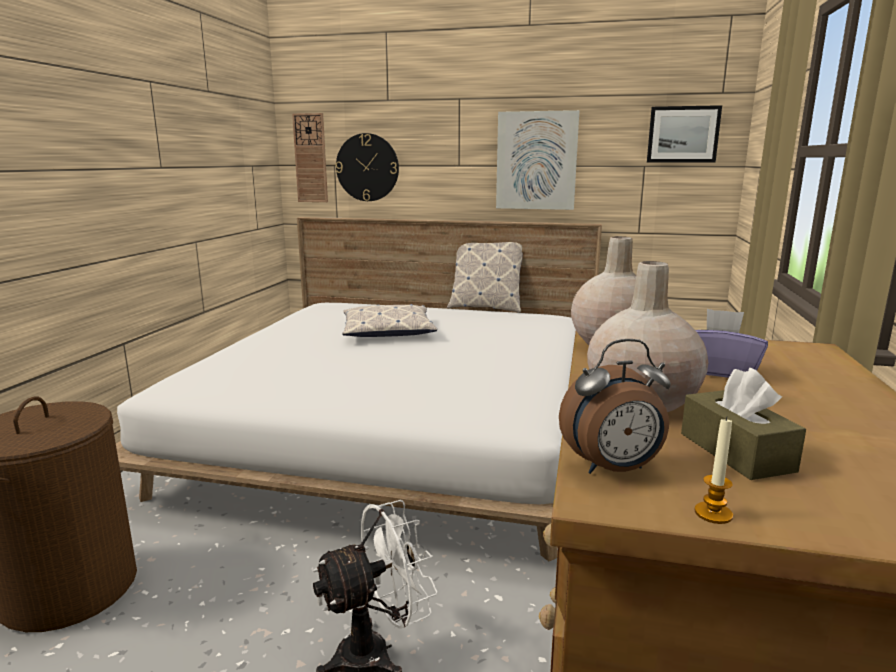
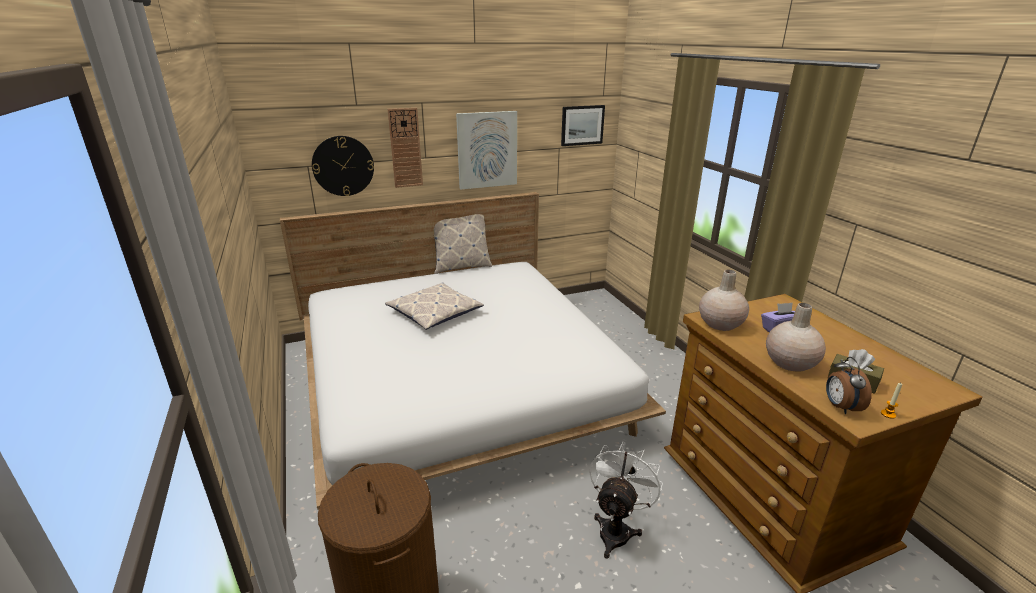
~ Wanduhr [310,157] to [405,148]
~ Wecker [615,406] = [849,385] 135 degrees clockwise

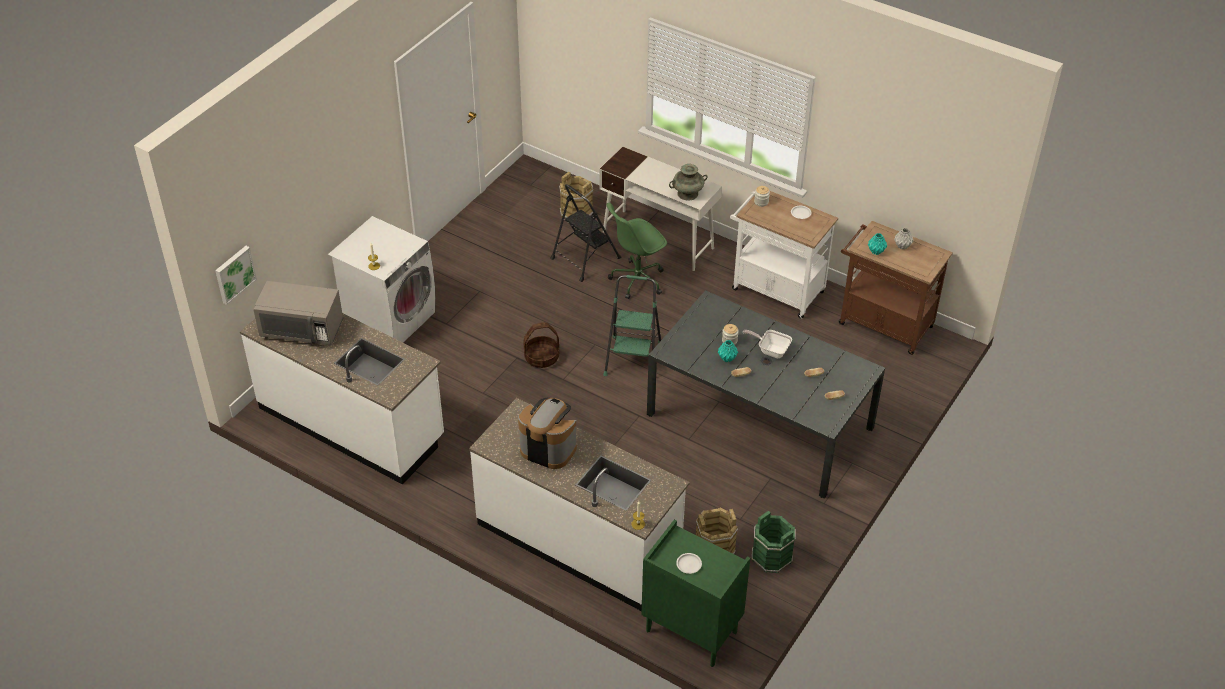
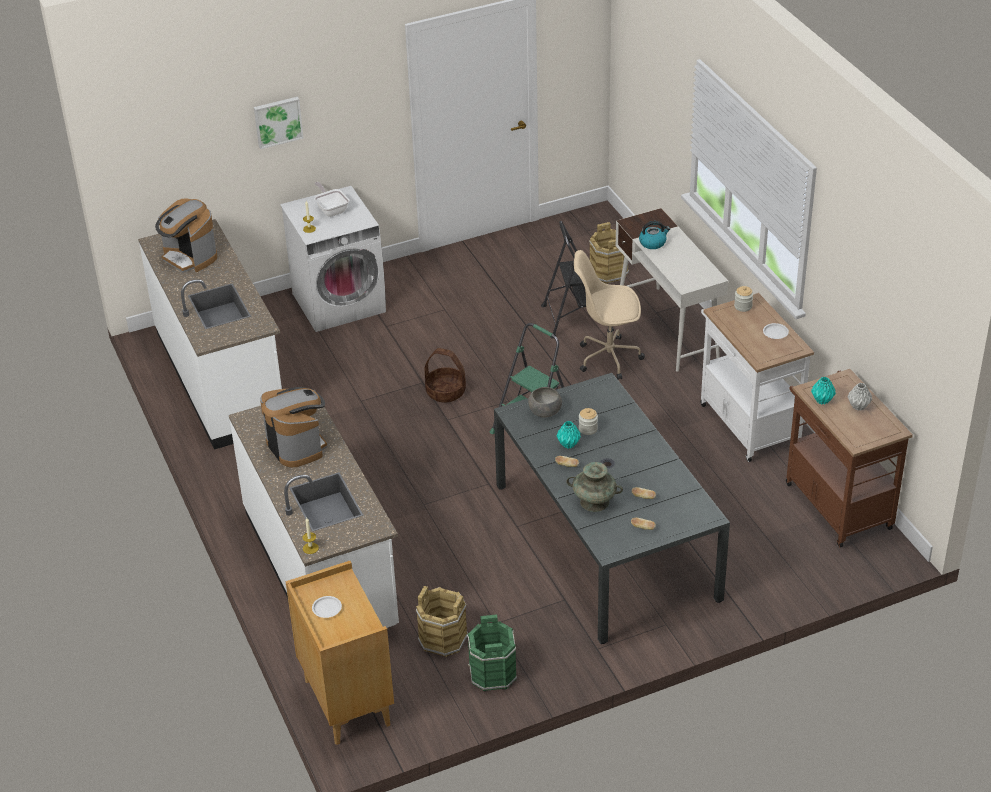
~ Bild [236,275] to [279,123]
~ Mikrowelle (grau) [298,313] to Kaffeemaschine [186,235]
~ Bürostuhl (grün) [637,250] to Bürostuhl (beige) [609,315]
~ Schrank (grün) [695,593] to Schrank (braun) [339,653]
~ Vase (türkis) [688,182] to [594,487]
~ Pfanne [767,344] to [331,199]
+ Schüssel (grau) [545,402]
+ Wasserkessel [654,235]

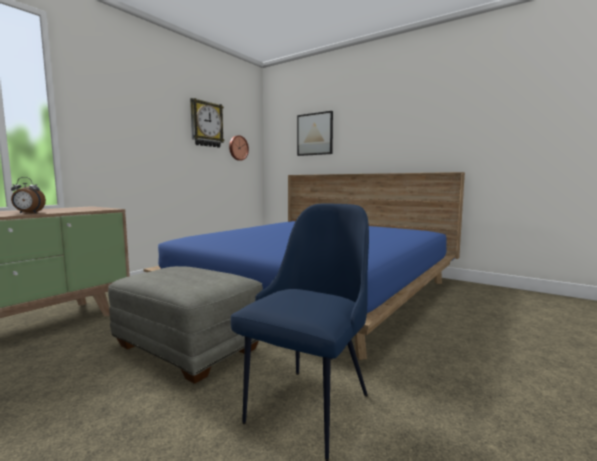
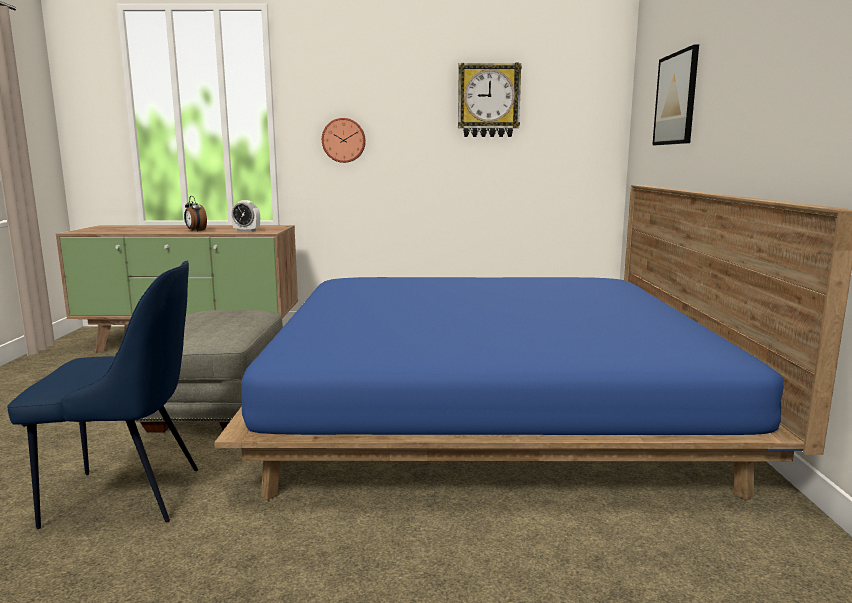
~ Wanduhr [239,148] to [344,140]
+ Wecker [245,216]

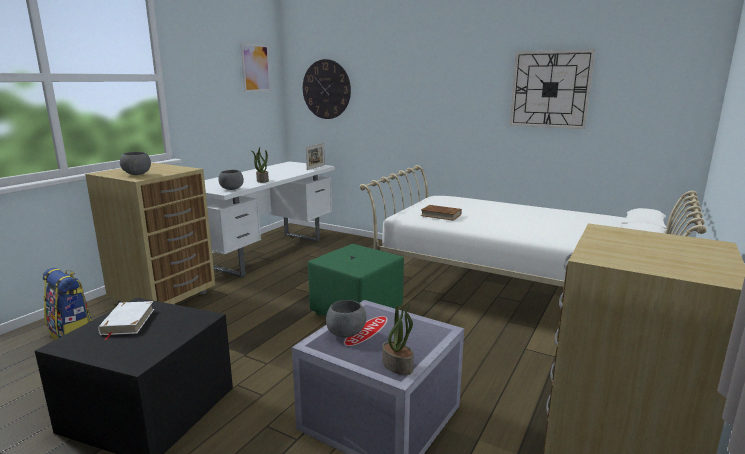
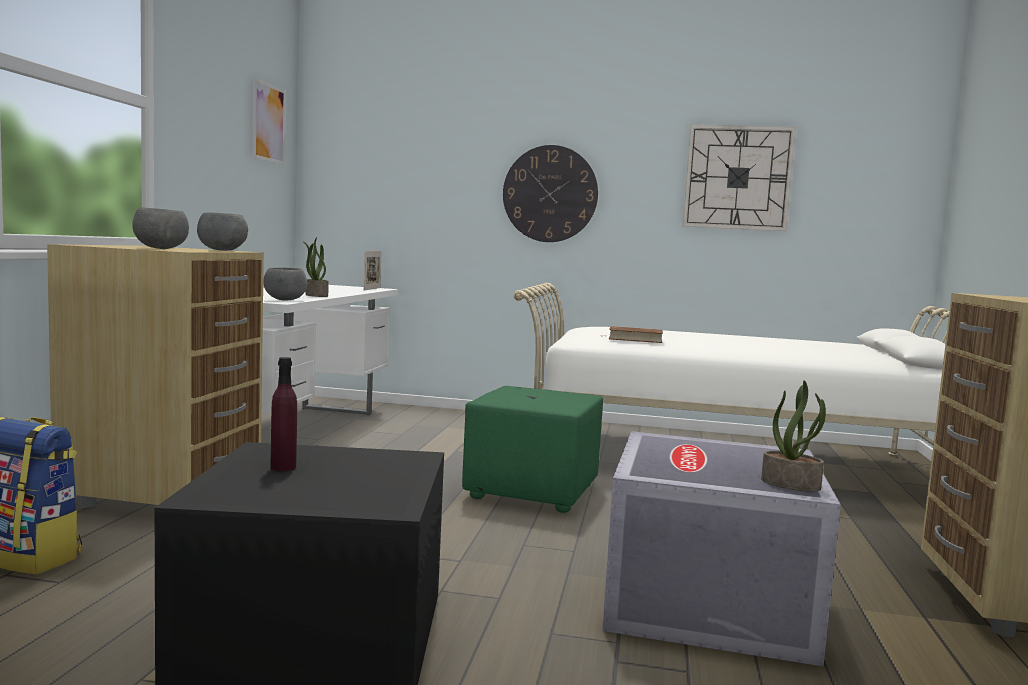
~ Buch (weiß) [126,320] to Flasche (lila) [283,414]
~ Wanduhr [327,89] to [550,193]
~ Schüssel (grau) [346,319] to [222,231]

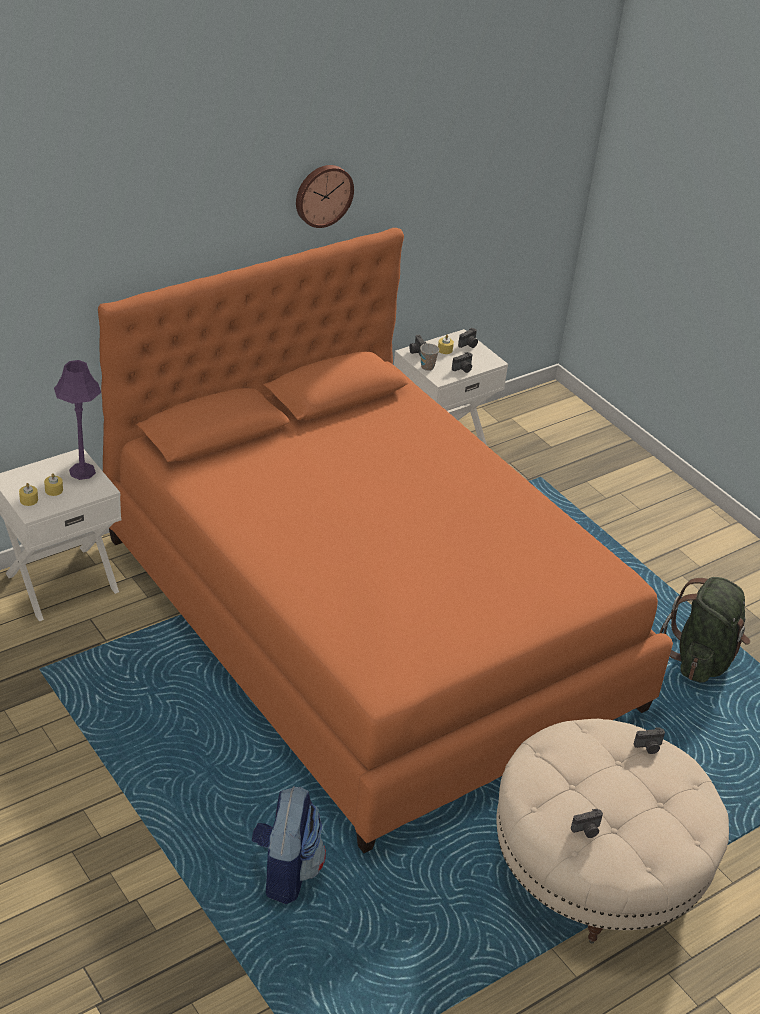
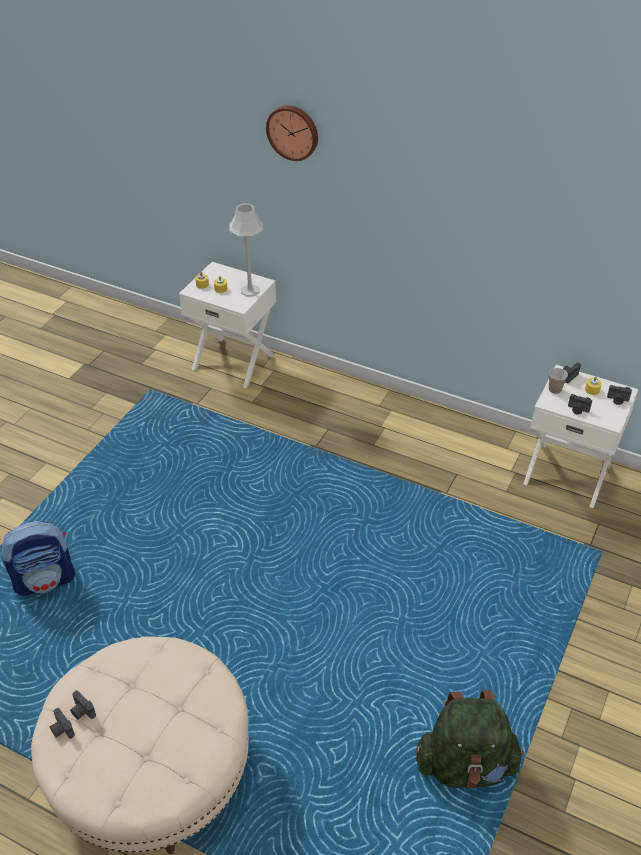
~ Tischlampe (lila) [77,420] to Tischlampe (grau) [246,250]
- Bett (orange) [385,540]
~ Wanduhr [325,196] to [292,133]
~ Kamera [649,740] to [62,723]

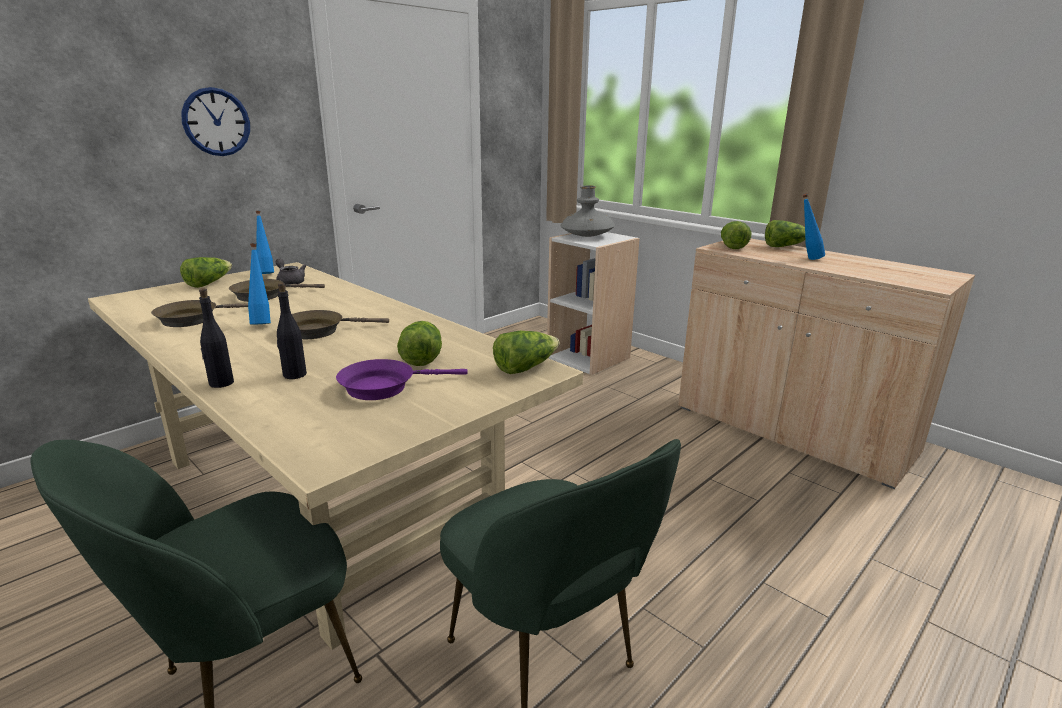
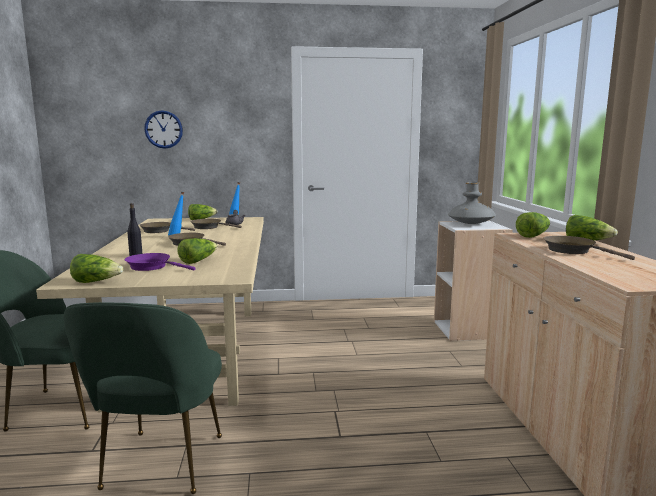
~ Wanduhr [215,121] to [163,129]
- Flasche (schwarz) [216,338]
~ Salatkopf [526,352] to [96,268]
~ Flasche (blau) [813,226] to Pfanne (braun) [589,248]

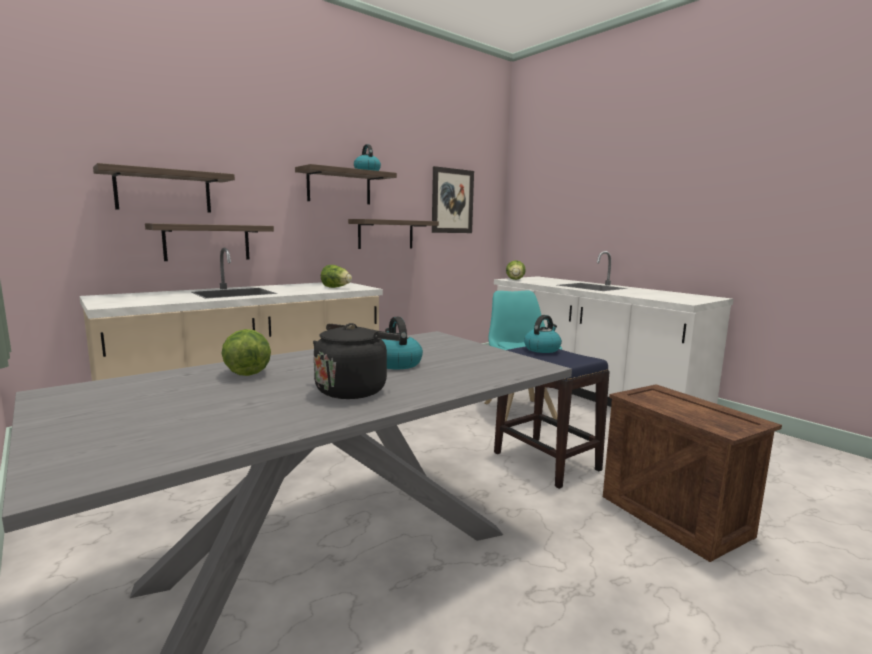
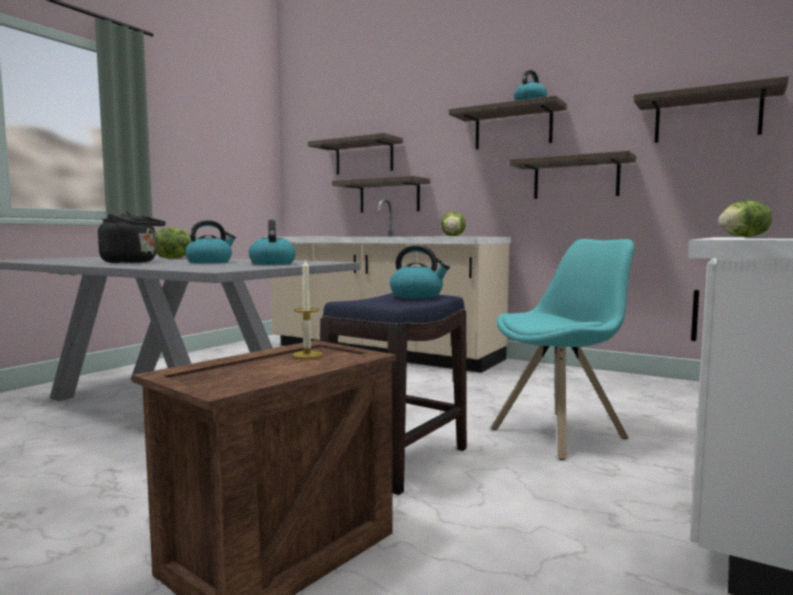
~ Bild [453,199] to Wandregal [711,109]
+ Wasserkessel [272,242]
+ Kerze [307,308]

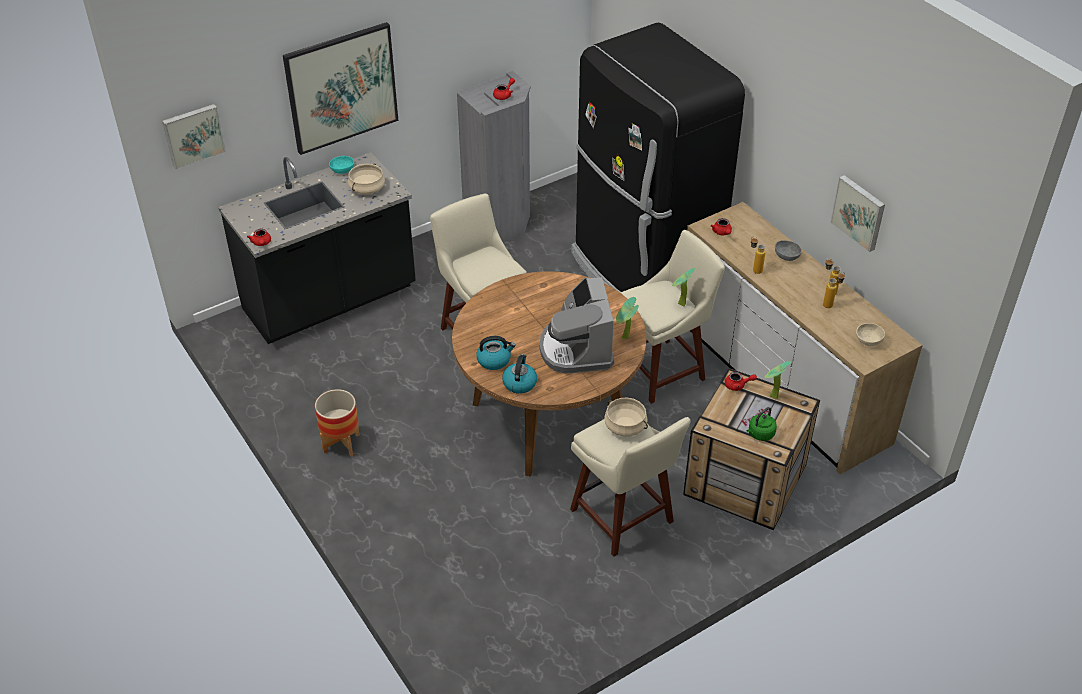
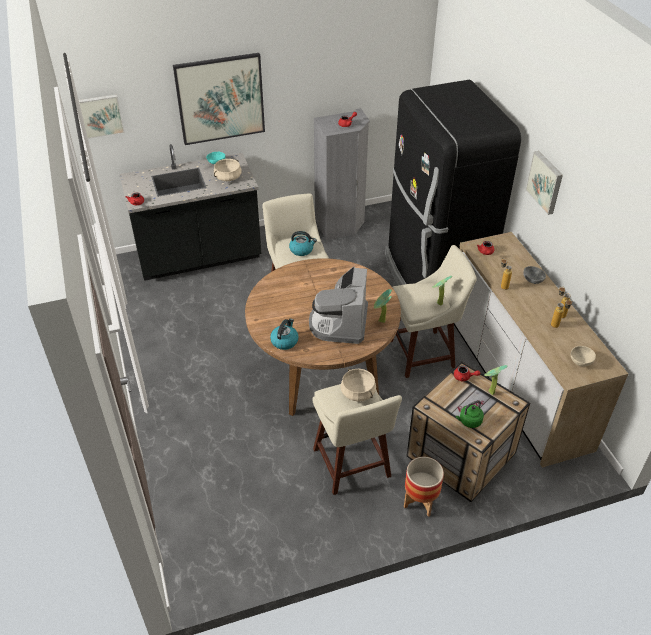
~ Pflanzkübel [337,422] to [424,487]
~ Wasserkessel [496,353] to [303,243]
~ Bild [857,213] to [544,183]

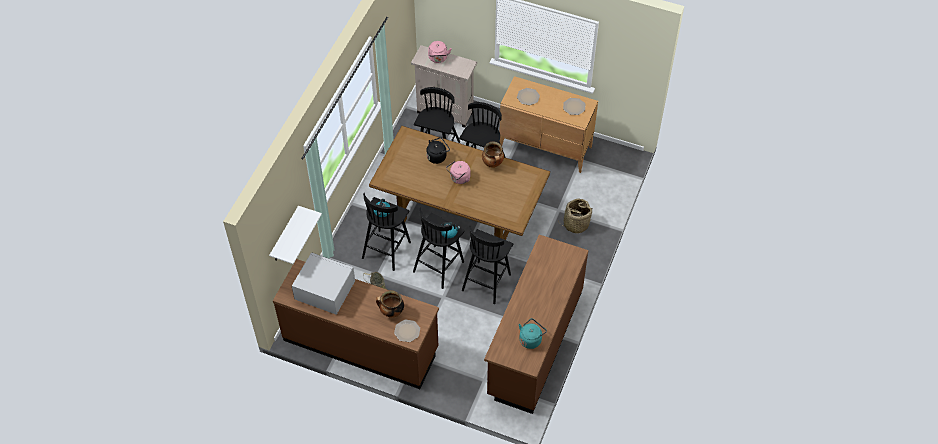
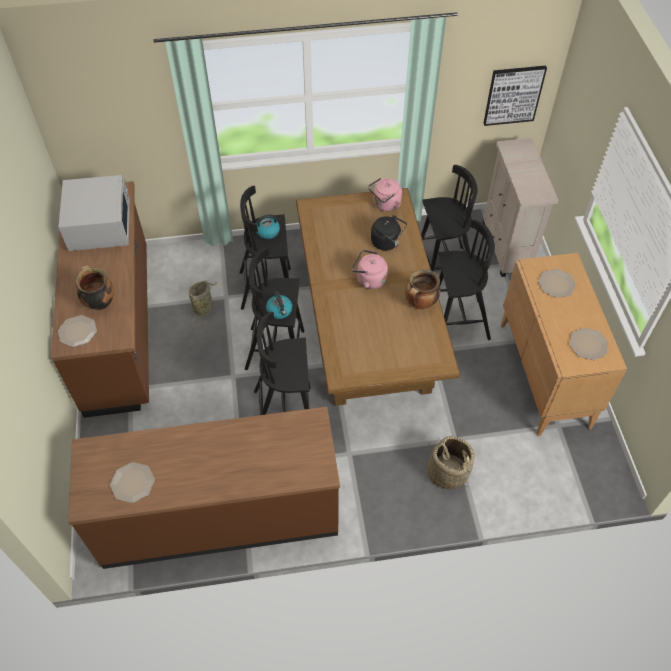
- Wandregal (weiß) [295,235]
~ Wasserkessel (rosa) [440,52] to [385,194]
~ Wasserkessel (türkis) [533,333] to Teller [132,482]
+ Bild [515,96]

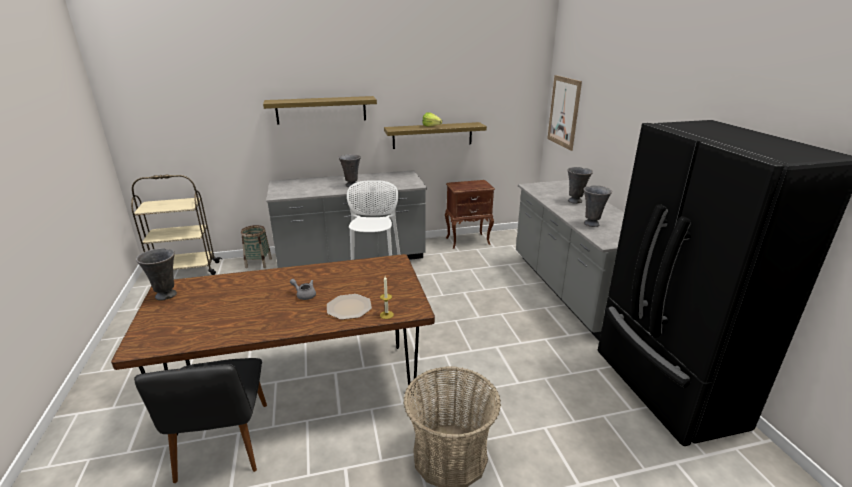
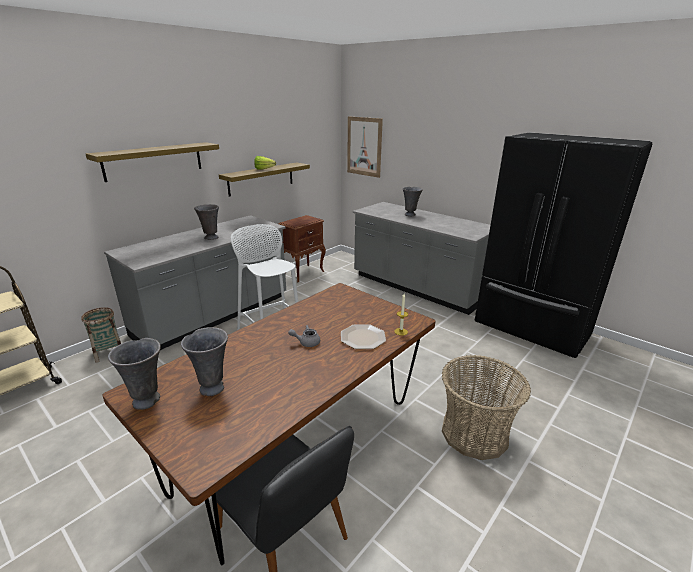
~ Vase (grau) [597,206] to [204,361]

